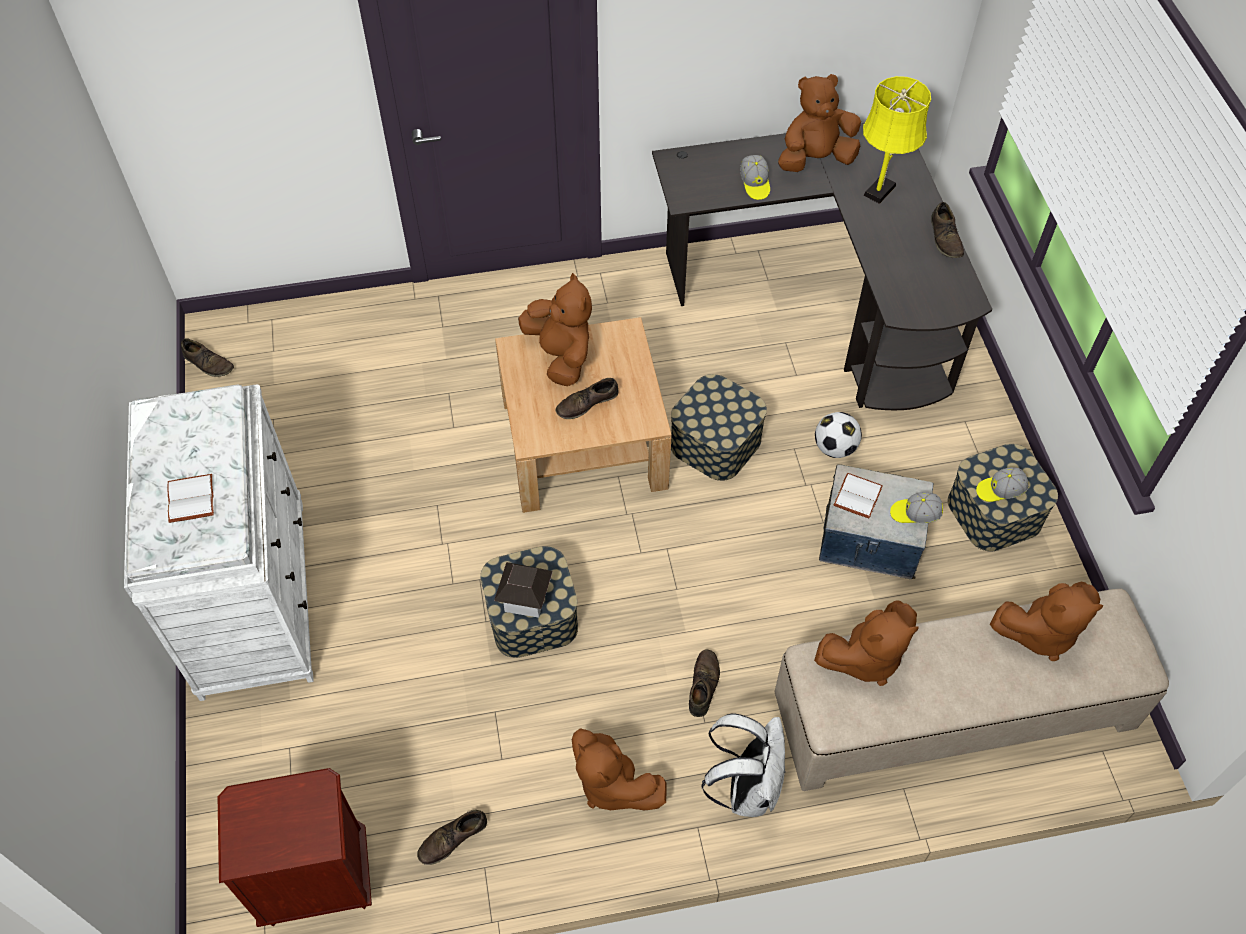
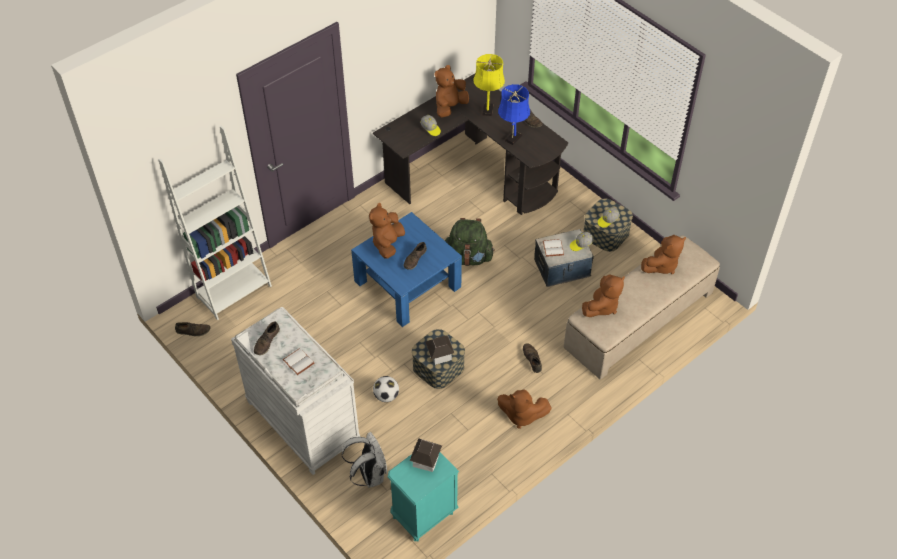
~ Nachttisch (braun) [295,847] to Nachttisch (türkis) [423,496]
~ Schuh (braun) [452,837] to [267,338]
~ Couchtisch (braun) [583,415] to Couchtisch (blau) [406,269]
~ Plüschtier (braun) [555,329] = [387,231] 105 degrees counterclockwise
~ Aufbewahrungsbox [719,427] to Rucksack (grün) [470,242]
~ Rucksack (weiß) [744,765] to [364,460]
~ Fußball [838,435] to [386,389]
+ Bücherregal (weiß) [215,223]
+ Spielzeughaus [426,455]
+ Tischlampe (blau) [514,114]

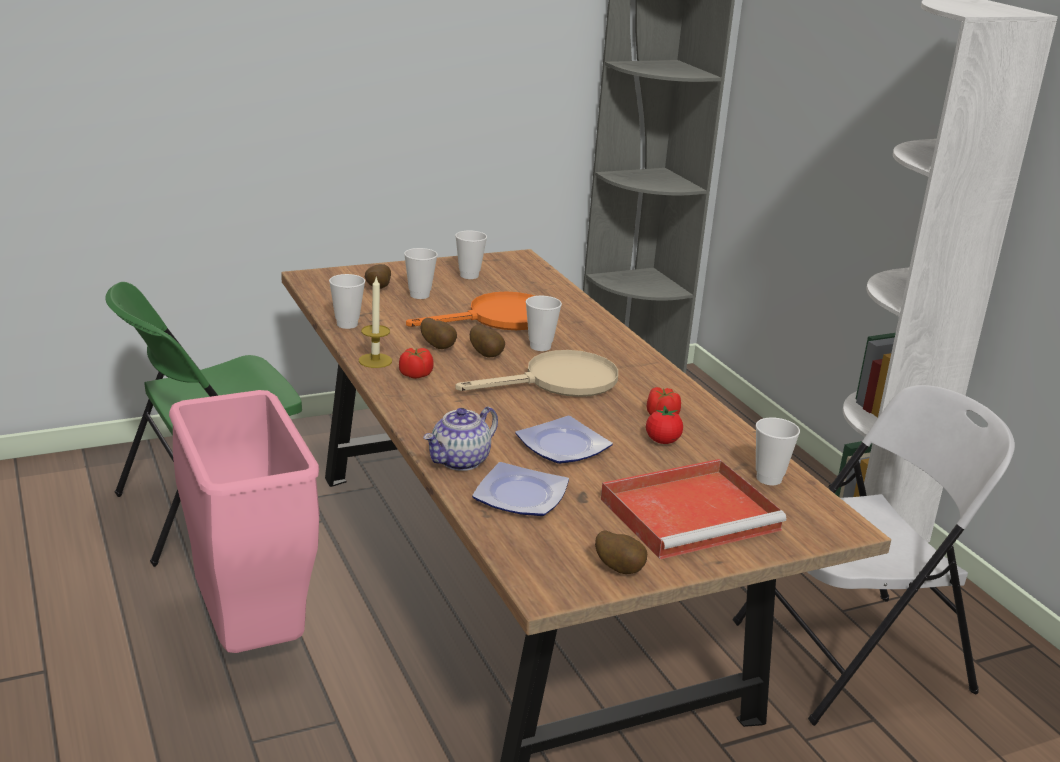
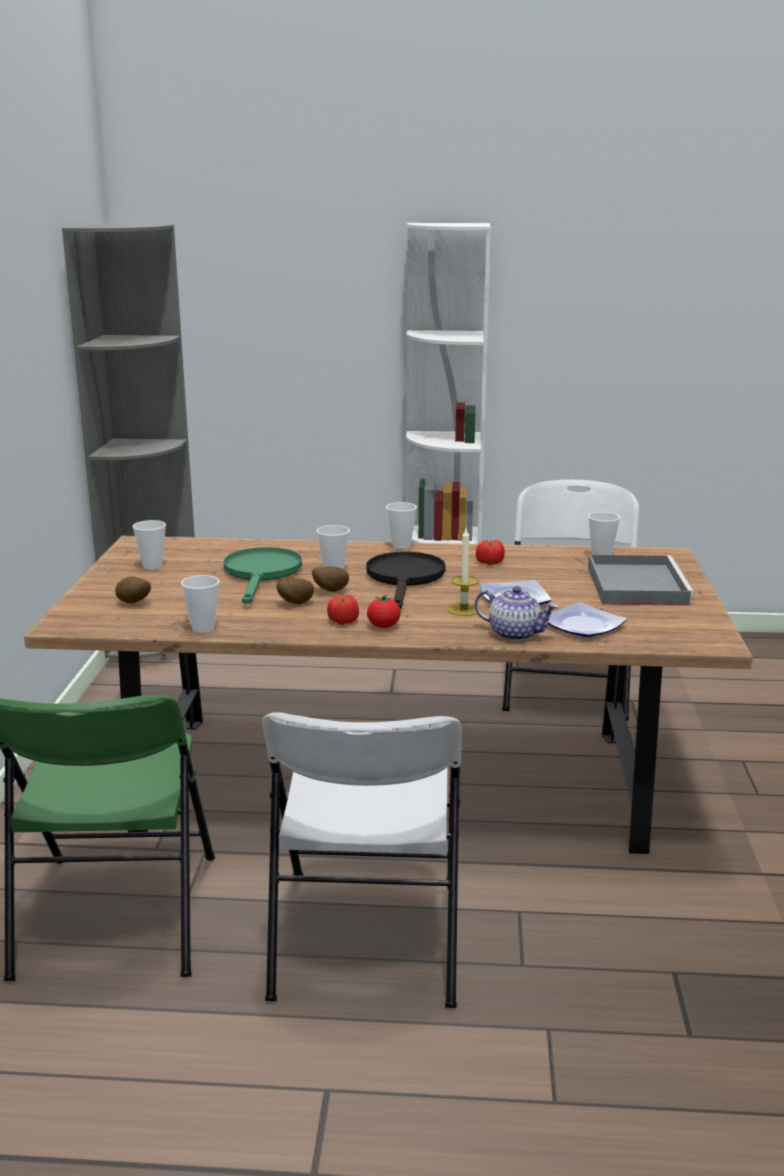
~ Mülleimer (rosa) [244,521] to Stuhl (weiß) [362,860]
~ Kerze [375,323] to [464,572]
~ Tasse [421,273] to [401,525]
~ Pfanne (orange) [470,310] to Pfanne (grün) [263,575]
~ Teekanne [460,439] = [516,613] 45 degrees counterclockwise
~ Pfanne (beige) [536,373] to Pfanne (schwarz) [406,580]
- Kartoffel [621,552]
~ Tablett (rot) [693,509] to Tablett (grau) [641,580]
~ Tomate [664,425] to [383,611]

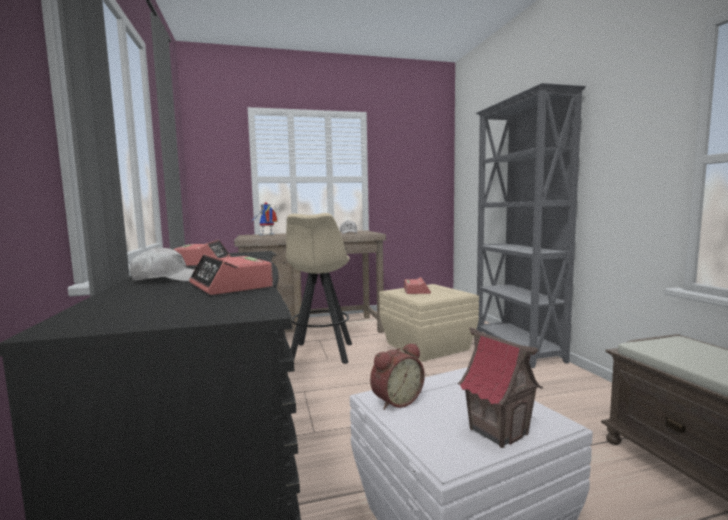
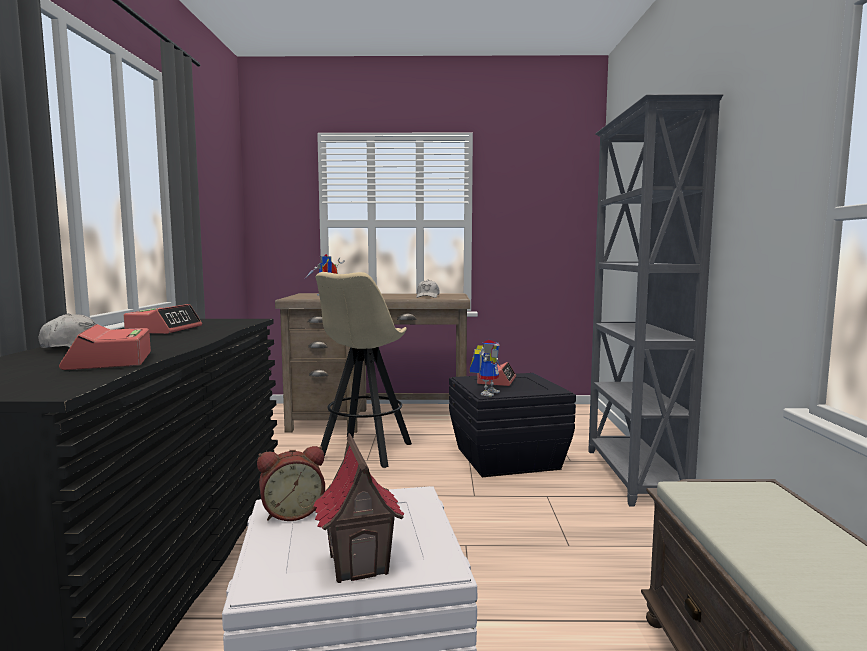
~ Aufbewahrungsbox (beige) [429,323] to Aufbewahrungsbox (schwarz) [512,425]
+ Spielzeugroboter [485,368]

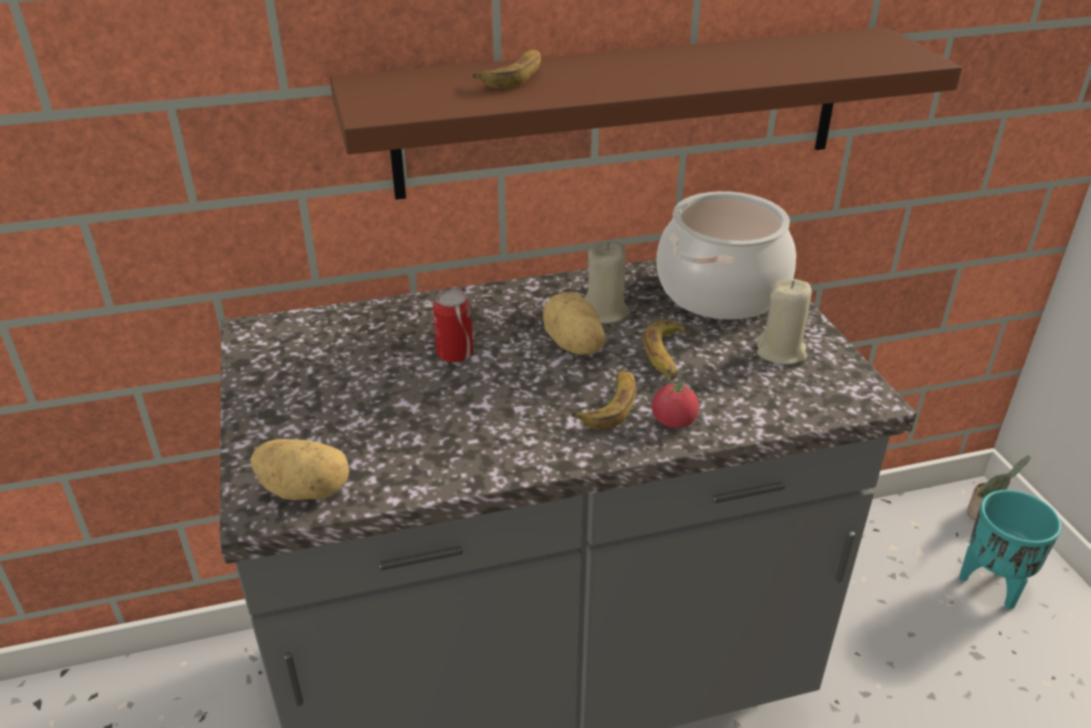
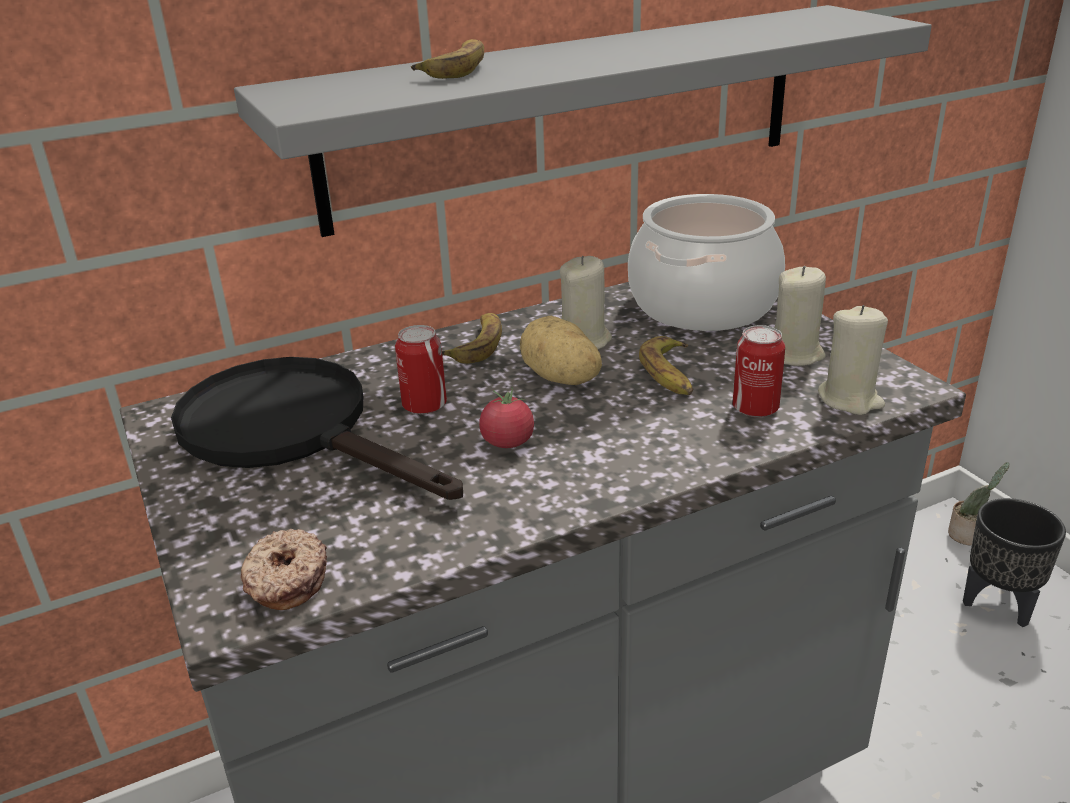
~ Kartoffel [299,469] to Donut [283,569]
~ Wandregal (braun) [646,113] to Wandregal (grau) [583,121]
~ Banane [603,400] to [472,338]
~ Tomate [675,402] to [506,418]
~ Pflanzkübel (türkis) [1010,549] to Pflanzkübel (schwarz) [1014,562]
+ Pfanne (schwarz) [317,428]
+ Dose [758,371]
+ Kerze (beige) [853,360]

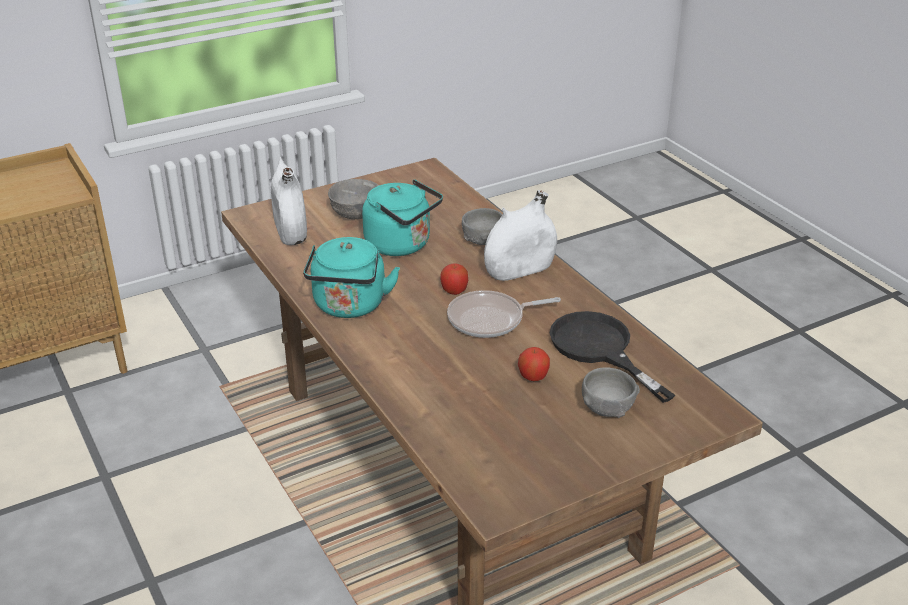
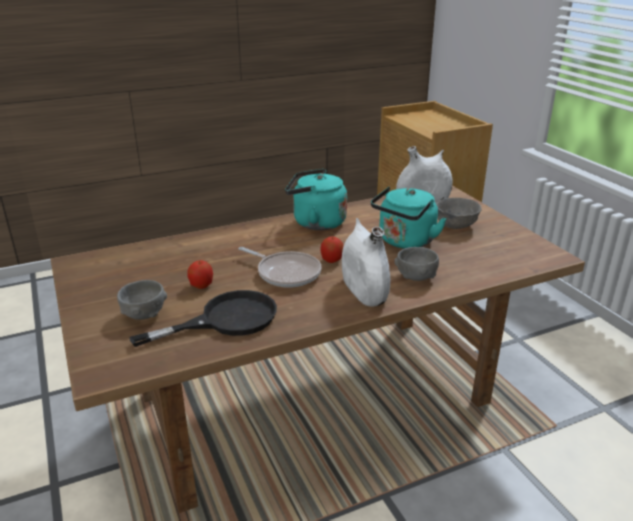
~ Pfanne [504,314] = [280,267] 135 degrees clockwise

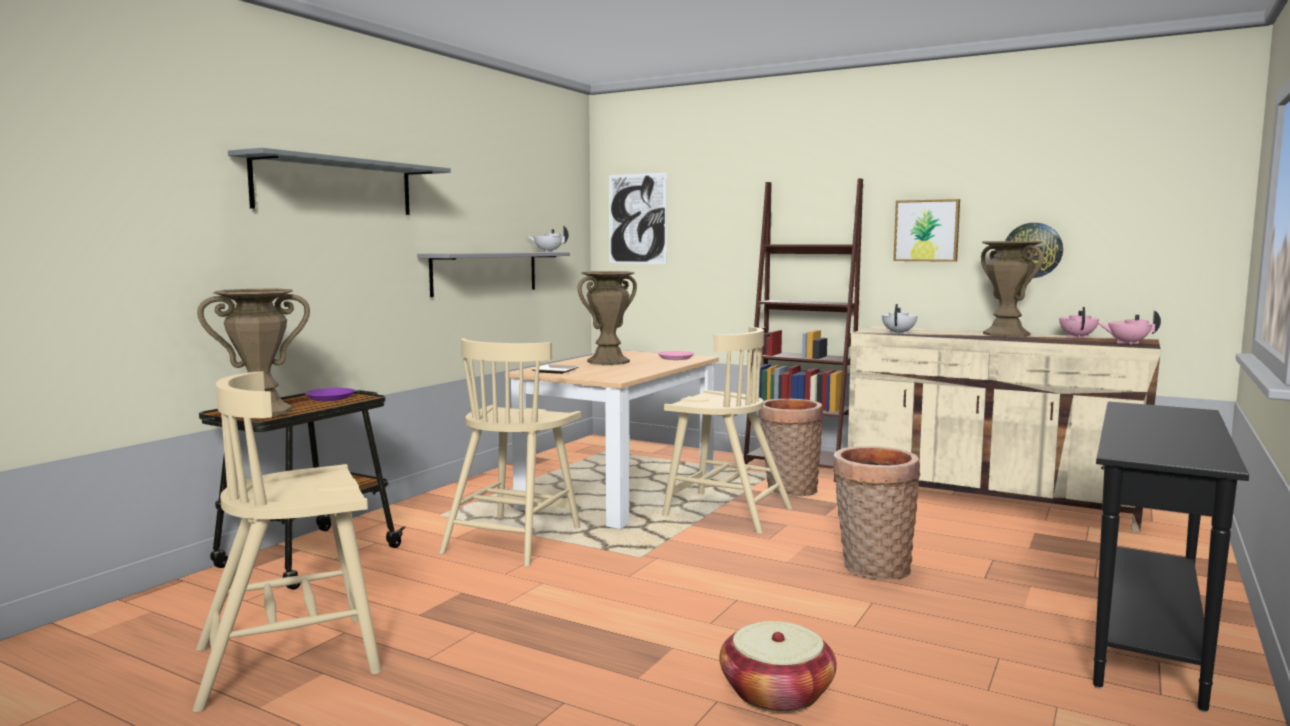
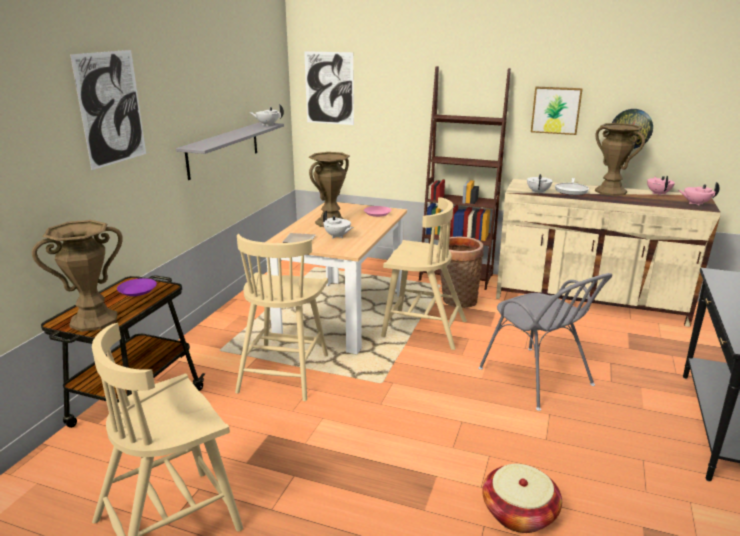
~ Wandregal (grau) [339,181] to Bild [108,110]
~ Korb [876,513] to Stuhl (grau) [545,342]
+ Teekanne (weiß) [338,224]
+ Pfanne [572,186]

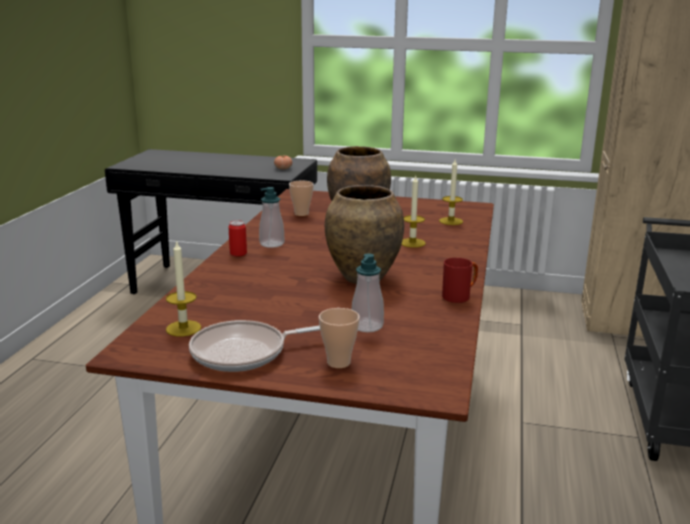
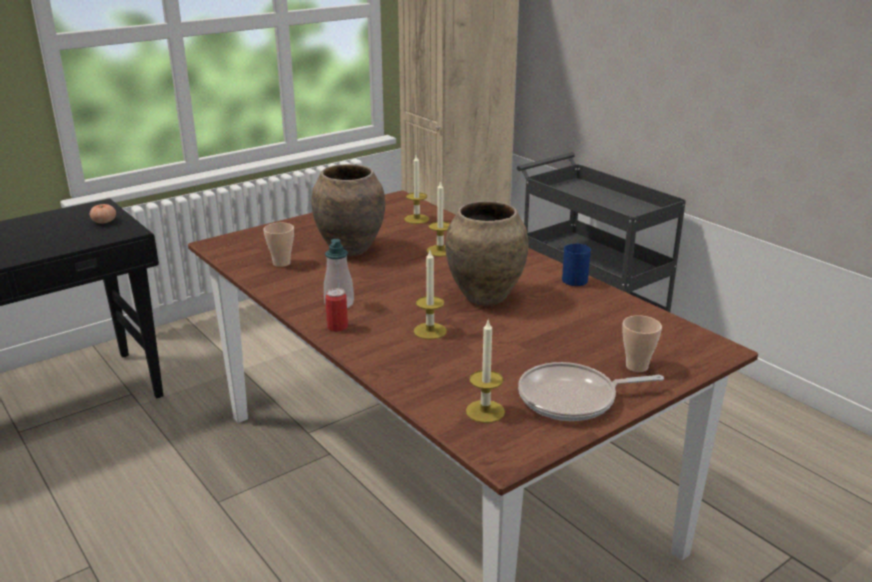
~ Pfanne [254,346] = [591,391] 60 degrees clockwise
- Seifenspender [368,292]
~ Henkelbecher (rot) [460,280] to Henkelbecher (blau) [576,265]
+ Kerze [430,295]

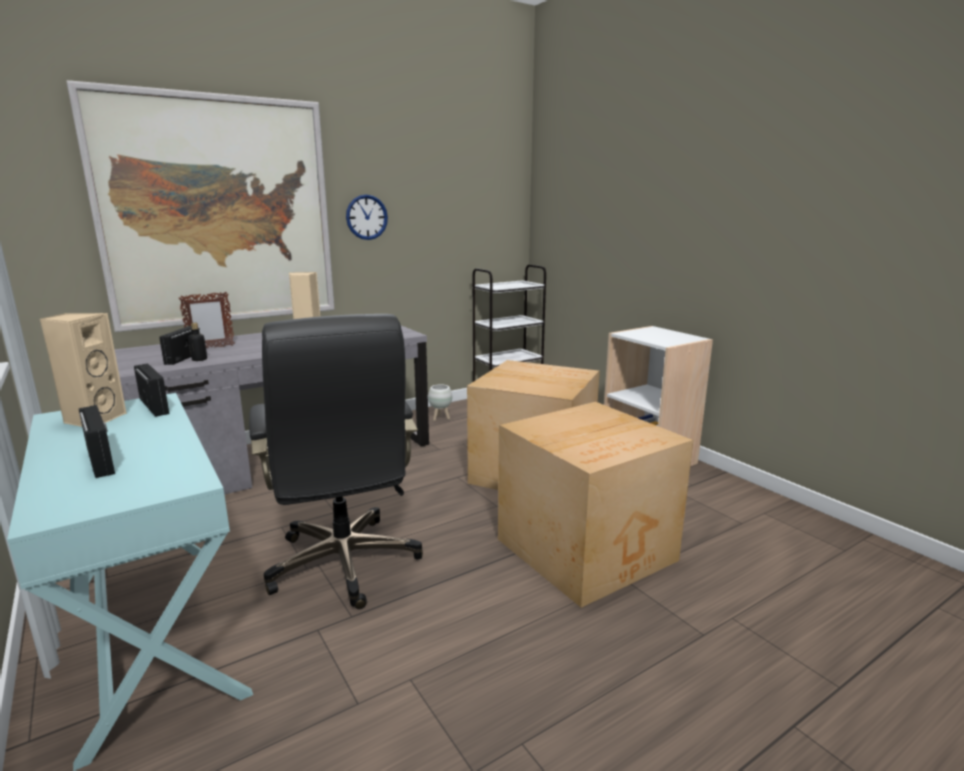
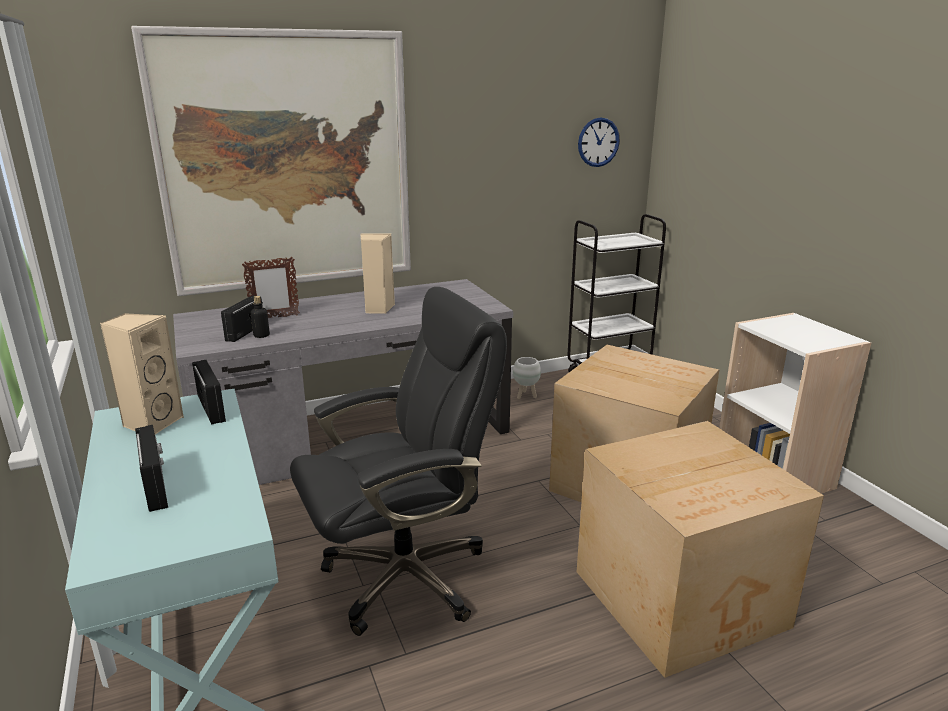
~ Bürostuhl (schwarz) [336,461] = [398,461] 105 degrees counterclockwise
~ Wanduhr [367,217] to [599,142]

